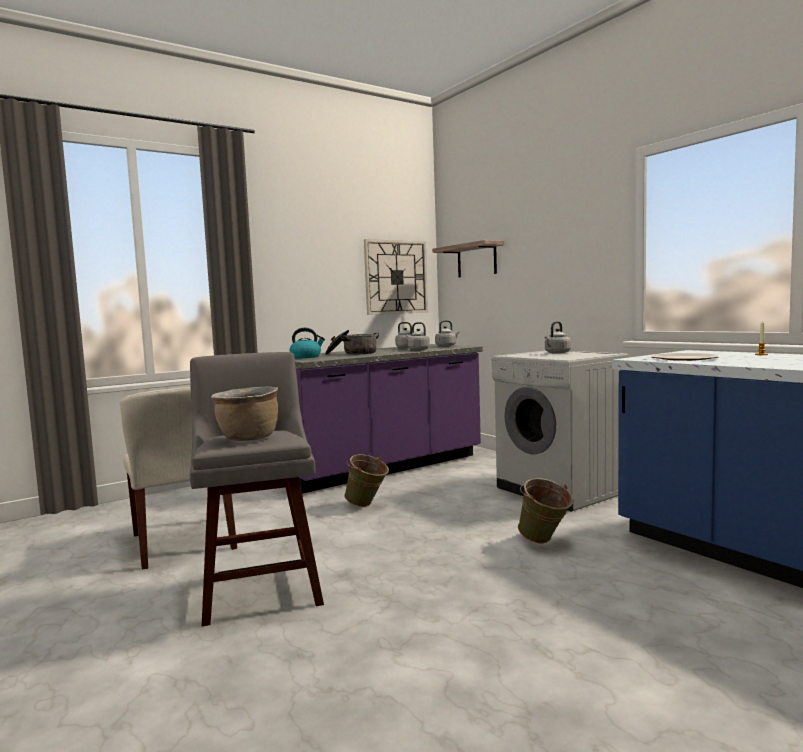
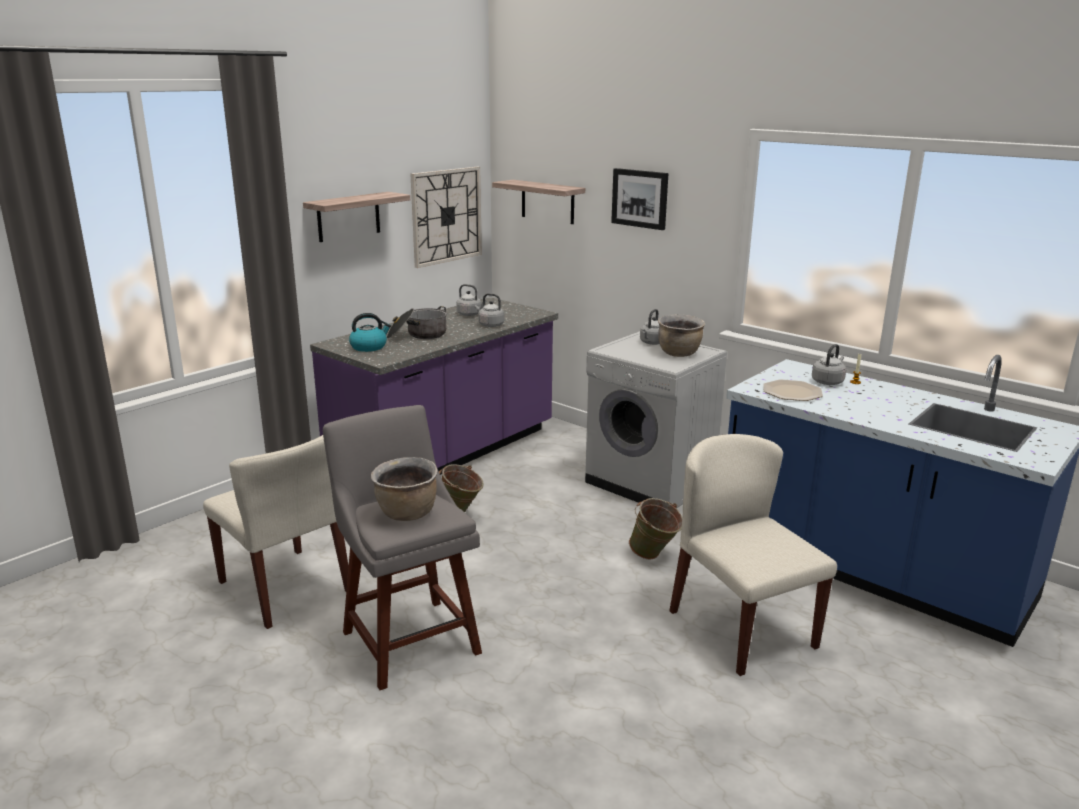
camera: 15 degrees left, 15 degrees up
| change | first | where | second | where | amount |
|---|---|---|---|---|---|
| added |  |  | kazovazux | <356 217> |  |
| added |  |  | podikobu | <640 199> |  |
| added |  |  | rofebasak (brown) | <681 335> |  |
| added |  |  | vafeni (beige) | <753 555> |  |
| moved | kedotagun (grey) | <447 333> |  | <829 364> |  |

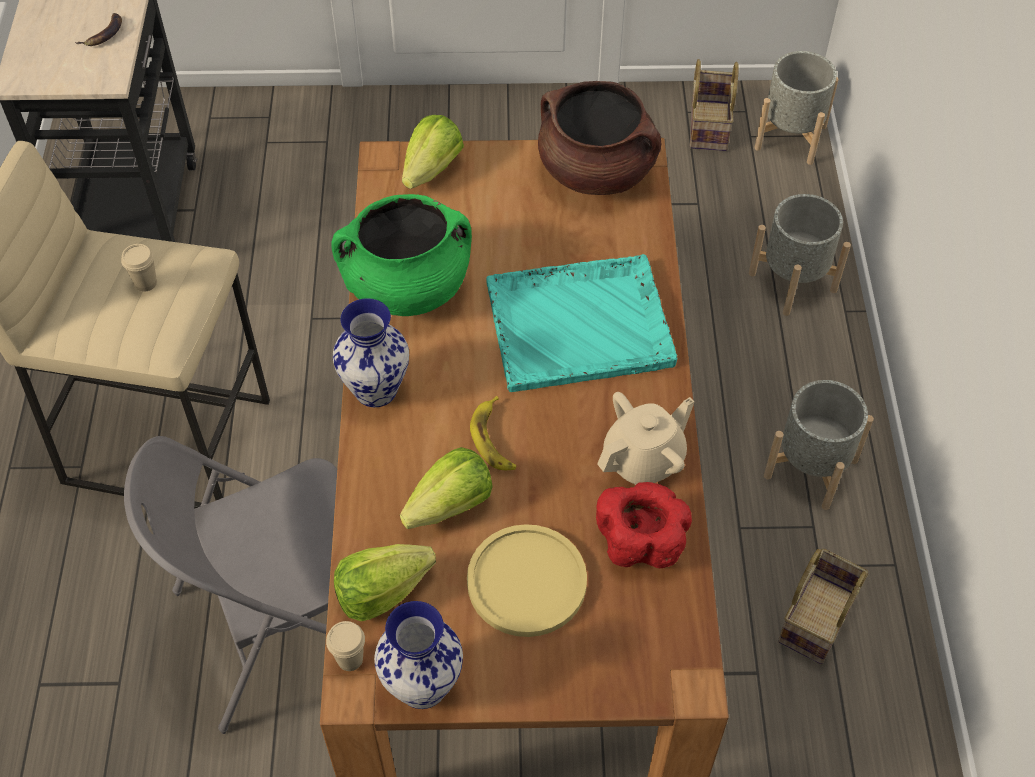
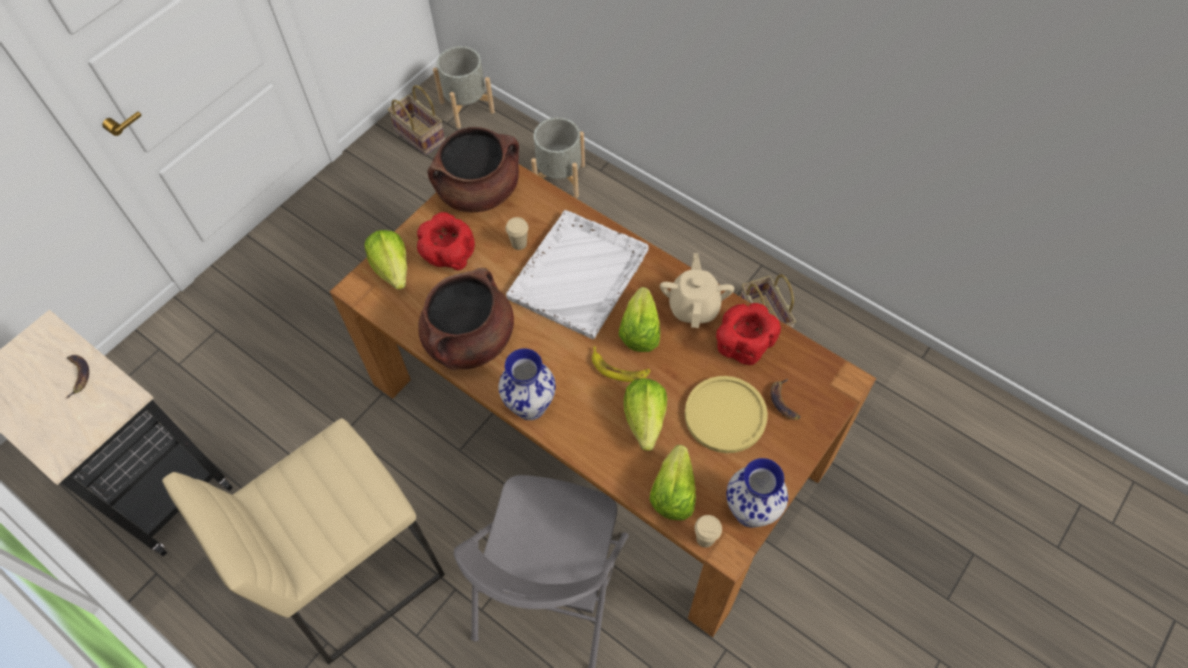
camera: 50 degrees left, 5 degrees up
| change | first | where | second | where | amount |
|---|---|---|---|---|---|
| removed | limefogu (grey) | <819 445> |  |  |  |
| added |  |  | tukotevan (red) | <446 241> |  |
| added |  |  | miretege | <639 319> |  |
| added |  |  | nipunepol | <785 399> |  |
| moved | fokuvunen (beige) | <139 267> |  | <517 233> |  |
| recoloured | rofebasak (green) | <401 255> | rofebasak (brown) | <466 319> |  |
| recoloured | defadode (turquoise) | <581 323> | defadode (white) | <577 274> |  |

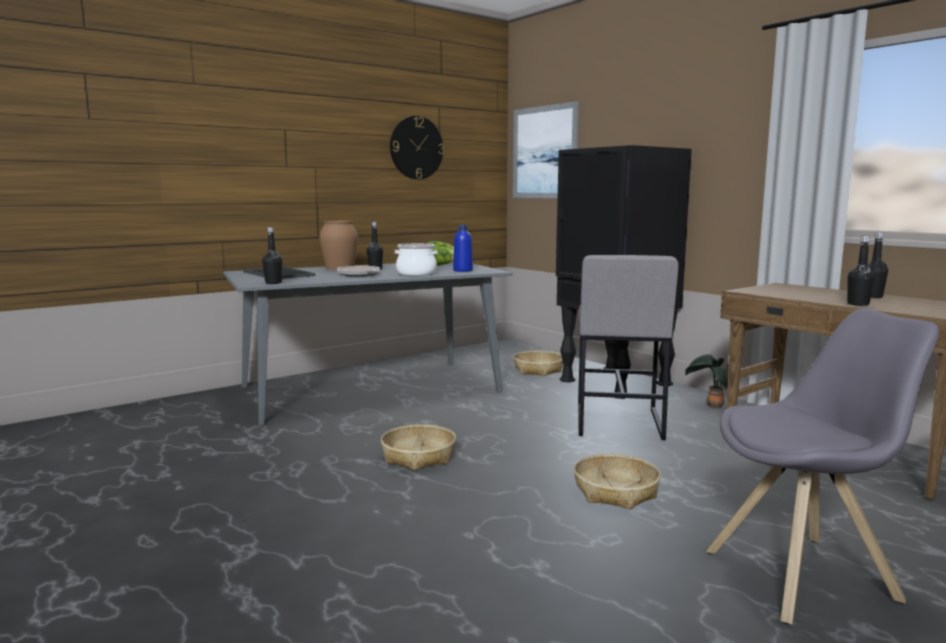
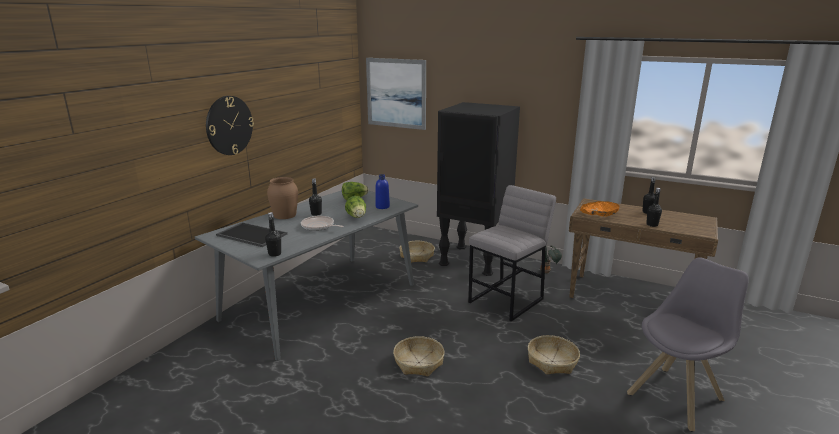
camera: 25 degrees left, 10 degrees up
| change | first | where | second | where | amount |
|---|---|---|---|---|---|
| added |  |  | tukotevan (orange) | <600 209> |  |
| moved | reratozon | <417 147> |  | <230 125> |  |
| replaced | rofebasak | <416 259> | miretege | <355 207> |  |
| turned | vafeni (grey) | <628 347> |  | <512 253> | 120 degrees counterclockwise |

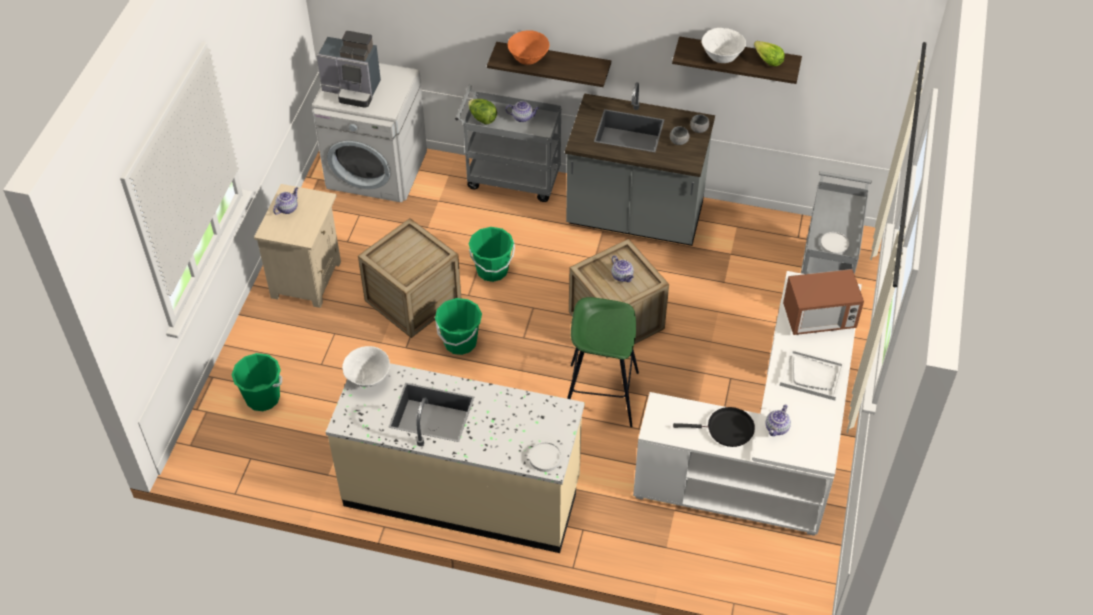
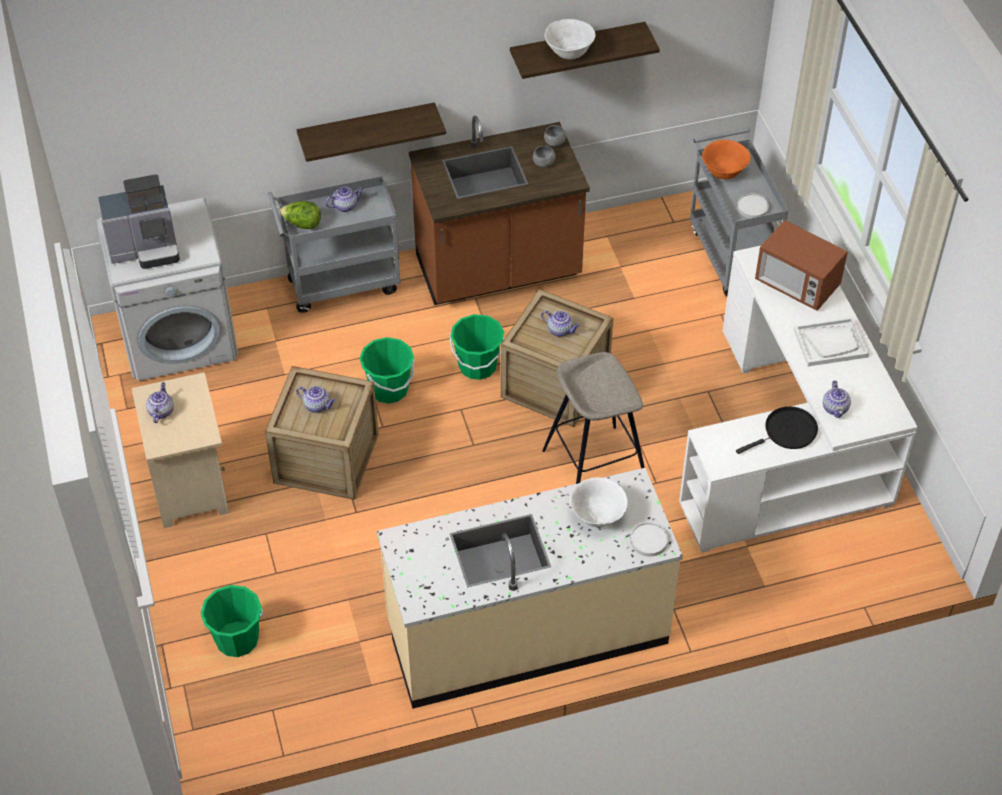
camera: 30 degrees left, 0 degrees up
| change | first | where | second | where | amount |
|---|---|---|---|---|---|
| removed | miretege | <769 54> |  |  |  |
| added |  |  | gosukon | <316 399> |  |
| moved | tukotevan (white) | <366 366> |  | <599 502> |  |
| moved | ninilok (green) | <458 326> |  | <477 347> |  |
| moved | tukotevan (orange) | <529 47> |  | <726 159> |  |
| recoloured | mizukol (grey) | <640 164> | mizukol (brown) | <499 210> |  |
| recoloured | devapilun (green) | <603 362> | devapilun (grey) | <593 418> |  |
| turned | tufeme | <823 302> |  | <801 265> | 75 degrees clockwise |

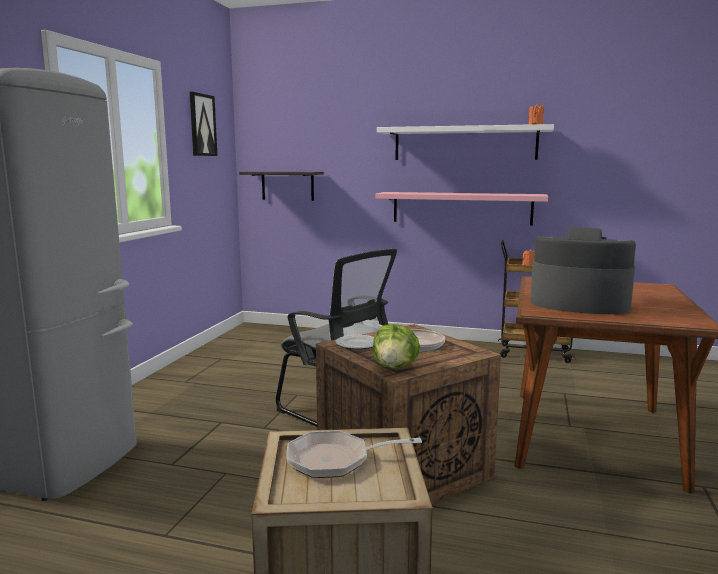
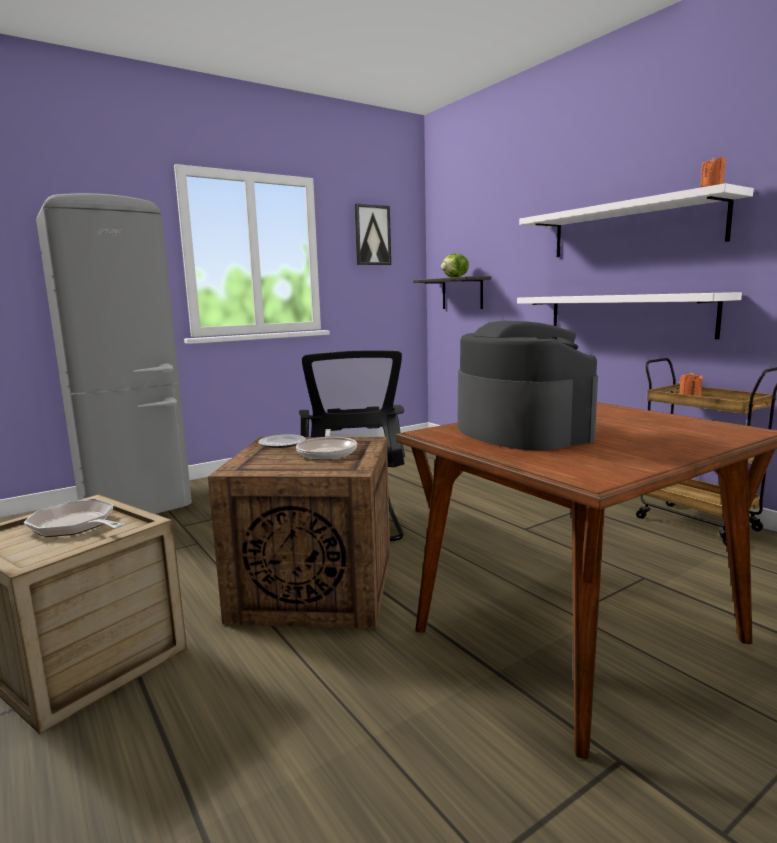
camera: 40 degrees right, 0 degrees up
| change | first | where | second | where | amount |
|---|---|---|---|---|---|
| moved | miretege | <396 346> |  | <455 265> |  |
| recoloured | kazovazux (pink) | <462 209> | kazovazux (white) | <629 315> |  |

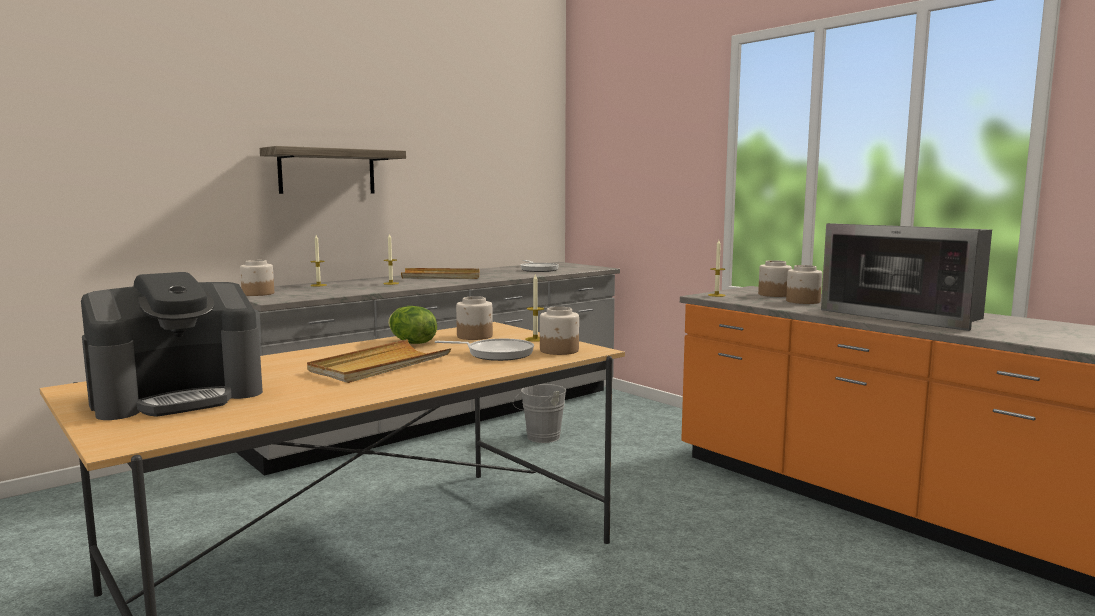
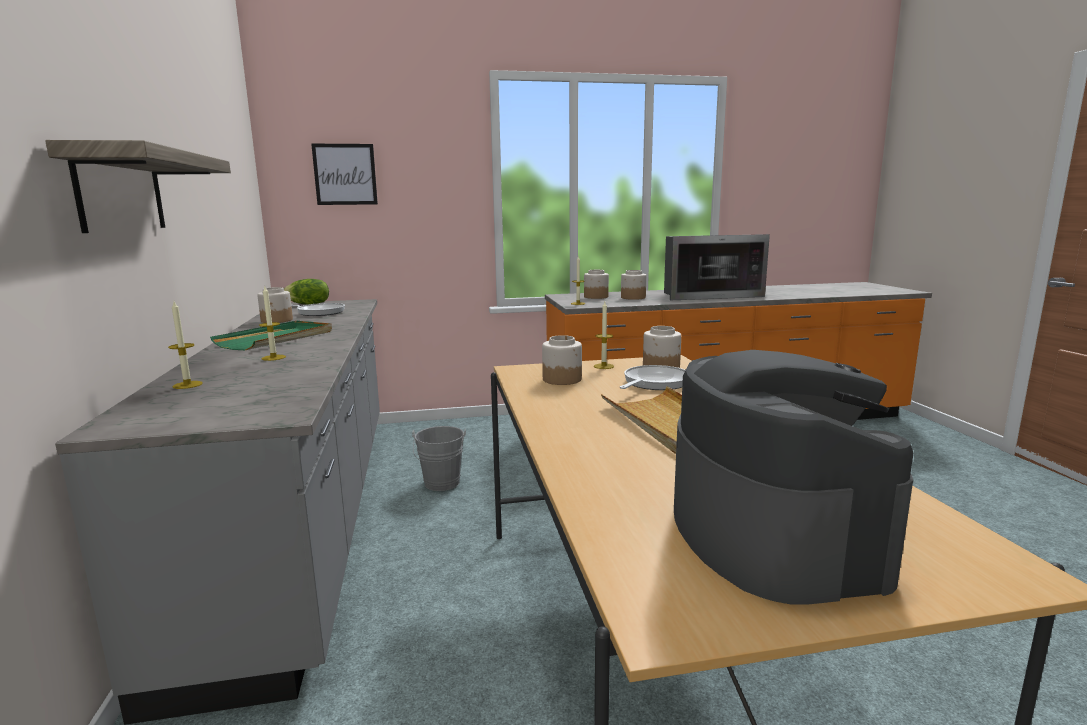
camera: 60 degrees left, 5 degrees up
| change | first | where | second | where | amount |
|---|---|---|---|---|---|
| added |  |  | podikobu | <344 174> |  |
| moved | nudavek | <257 278> |  | <275 305> |  |
| moved | miretege | <412 325> |  | <306 291> |  |
| recoloured | defadode (beige) | <440 273> | defadode (green) | <271 335> |  |

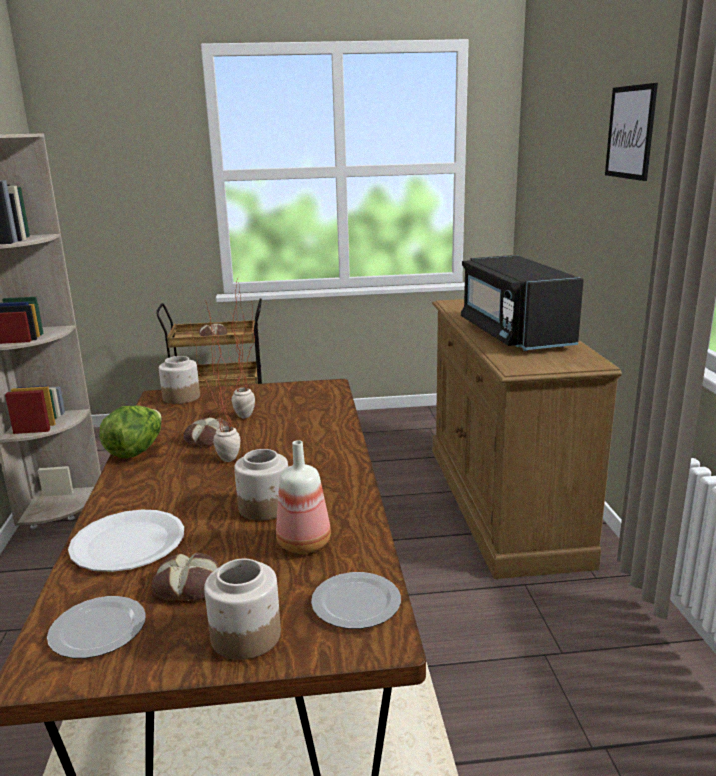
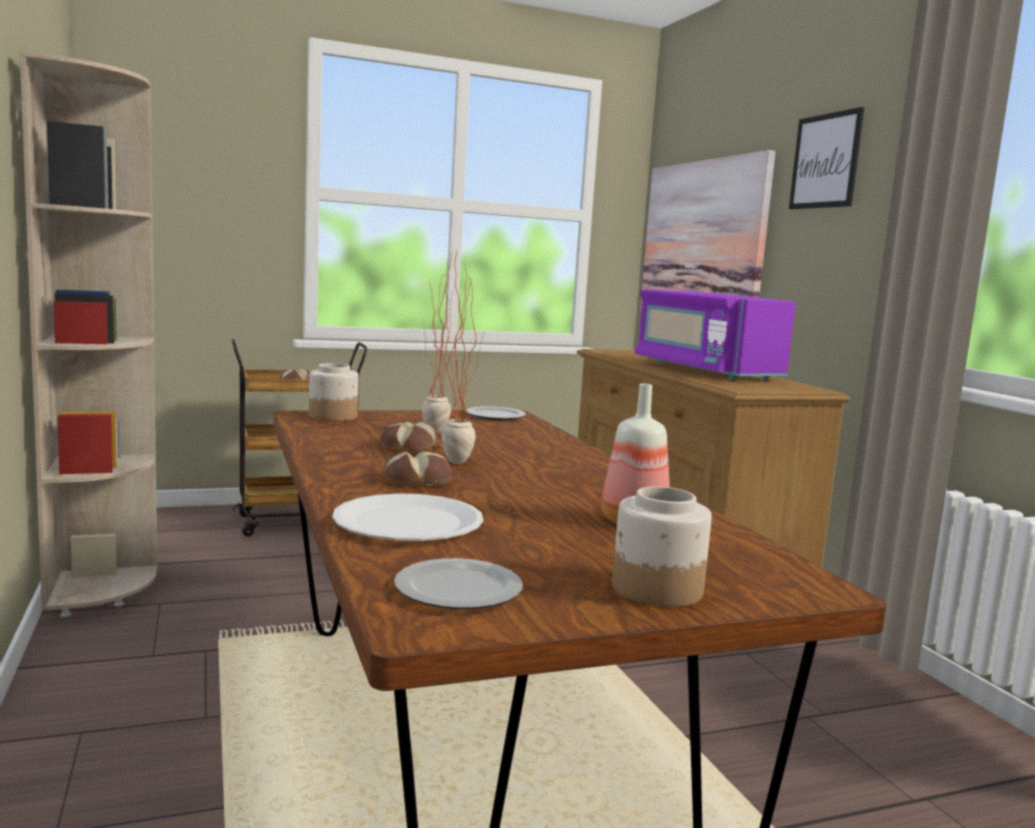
camera: 15 degrees left, 10 degrees down
| change | first | where | second | where | amount |
|---|---|---|---|---|---|
| removed | miretege | <130 431> |  |  |  |
| removed | nudavek | <261 485> |  |  |  |
| added |  |  | podikobu | <707 231> |  |
| moved | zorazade | <185 577> |  | <418 468> |  |
| moved | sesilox | <356 600> |  | <496 413> |  |
| recoloured | tufeme (black) | <522 303> | tufeme (purple) | <715 335> |  |

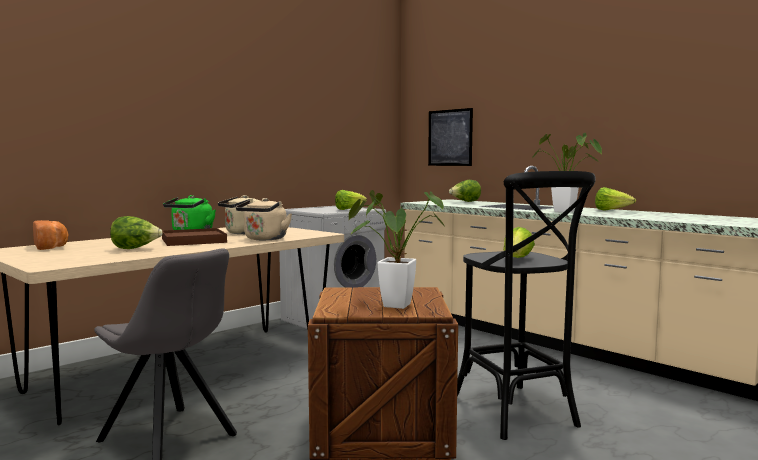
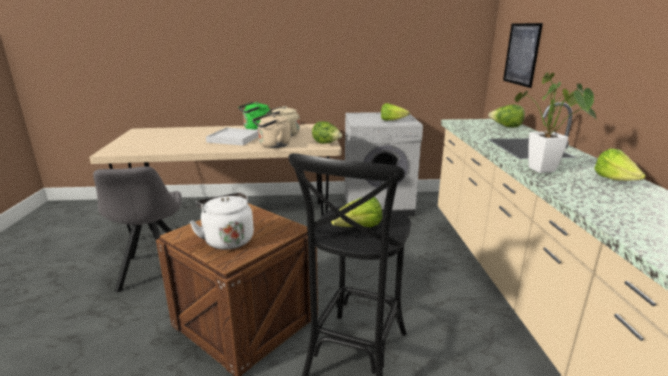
camera: 40 degrees right, 15 degrees up
| change | first | where | second | where | amount |
|---|---|---|---|---|---|
| removed | zorazade | <51 235> |  |  |  |
| moved | miretege | <136 232> |  | <327 132> |  |
| replaced | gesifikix | <397 249> | kedotagun (white) | <221 221> |  |
| recoloured | defadode (brown) | <194 237> | defadode (white) | <232 136> |  |

